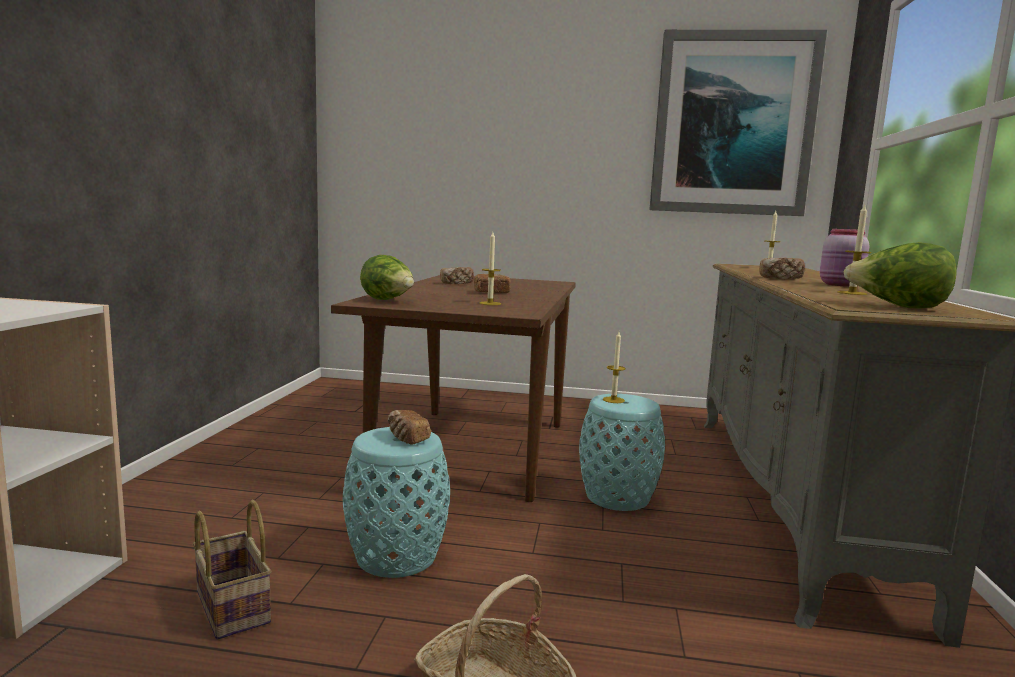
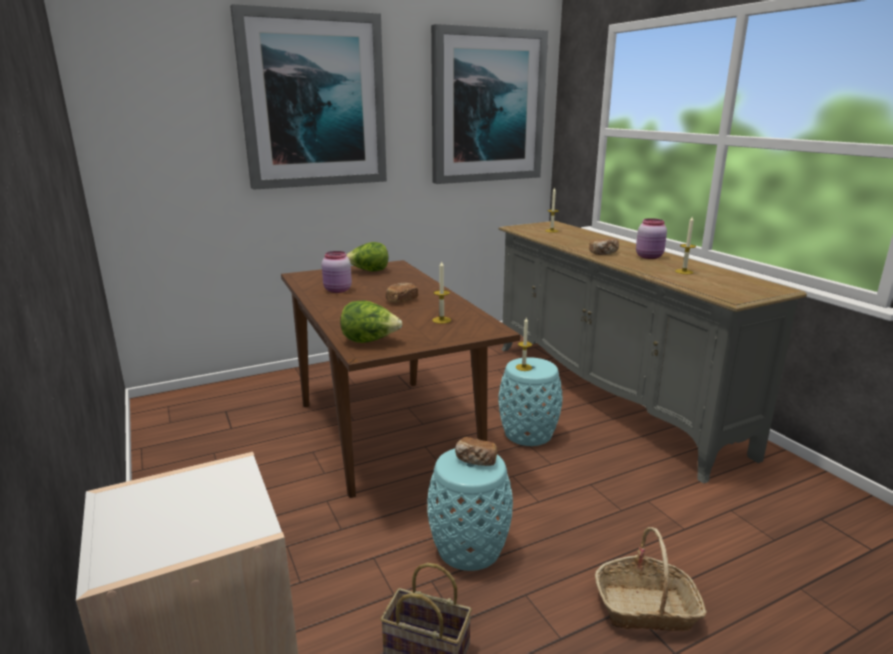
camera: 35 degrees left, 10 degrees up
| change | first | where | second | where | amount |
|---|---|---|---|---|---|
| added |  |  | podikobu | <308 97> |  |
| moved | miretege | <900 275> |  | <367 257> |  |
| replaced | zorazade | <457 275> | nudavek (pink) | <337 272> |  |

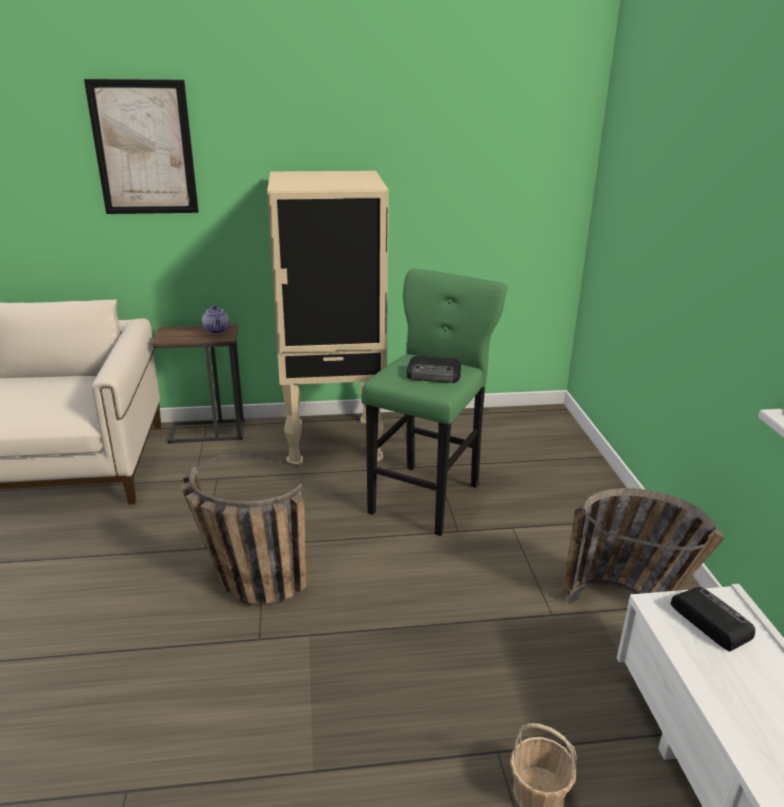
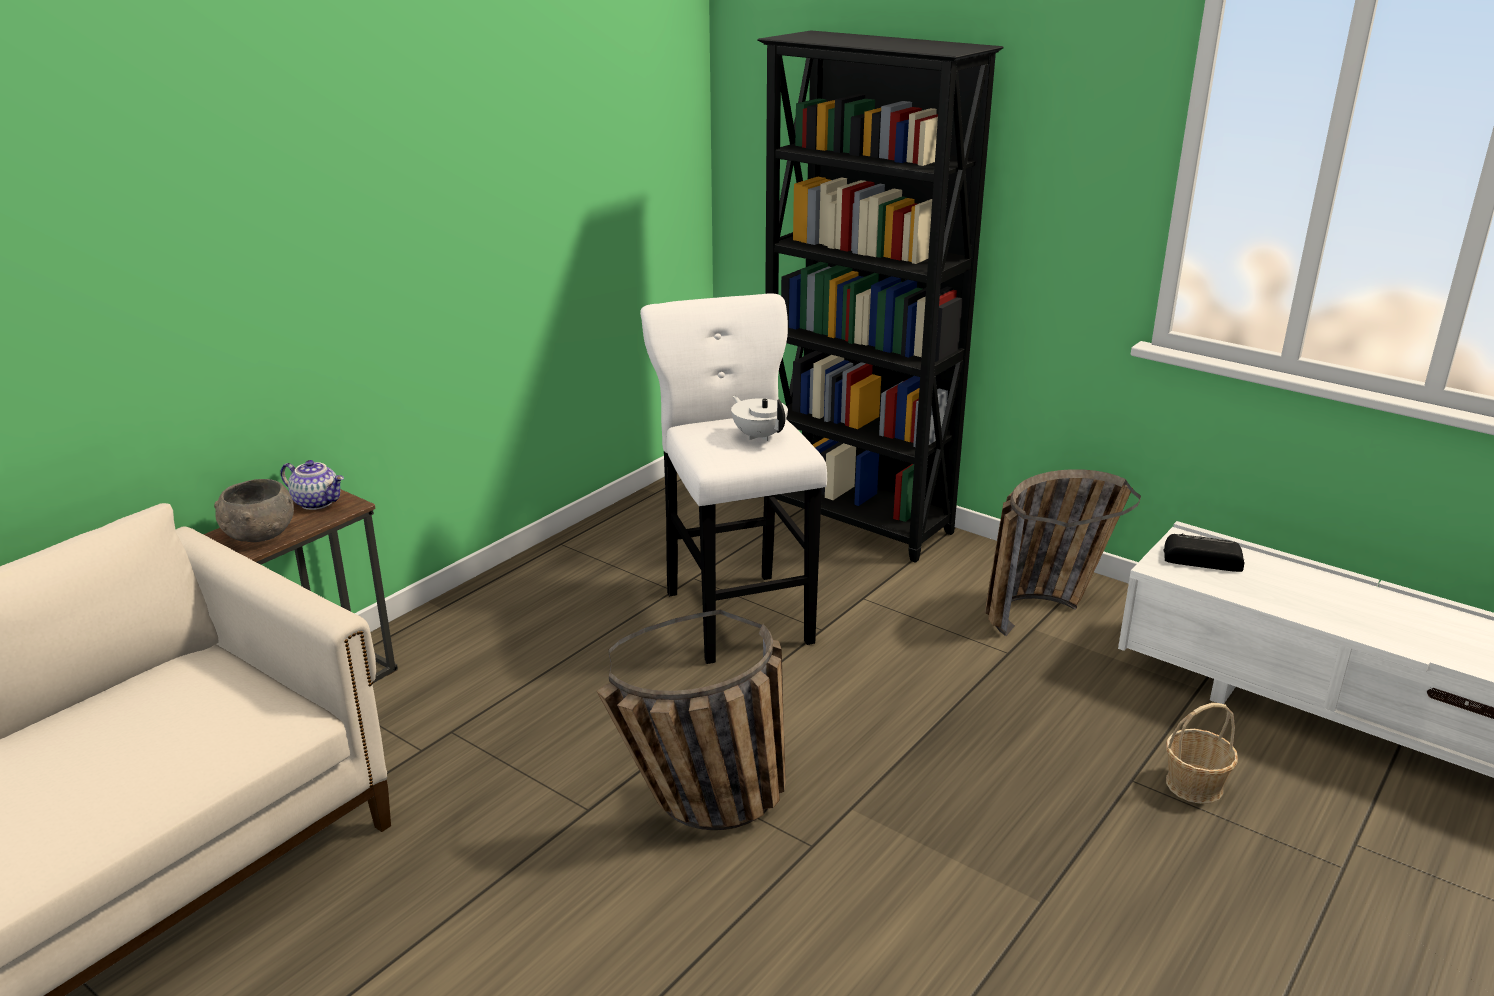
camera: 45 degrees left, 0 degrees up
| change | first | where | second | where | amount |
|---|---|---|---|---|---|
| removed | podikobu | <141 146> |  |  |  |
| removed | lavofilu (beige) | <328 318> |  |  |  |
| added |  |  | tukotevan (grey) | <254 510> |  |
| added |  |  | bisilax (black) | <880 297> |  |
| replaced | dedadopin | <434 369> | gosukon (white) | <759 418> |  |
| recoloured | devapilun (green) | <434 402> | devapilun (white) | <733 478> |  |

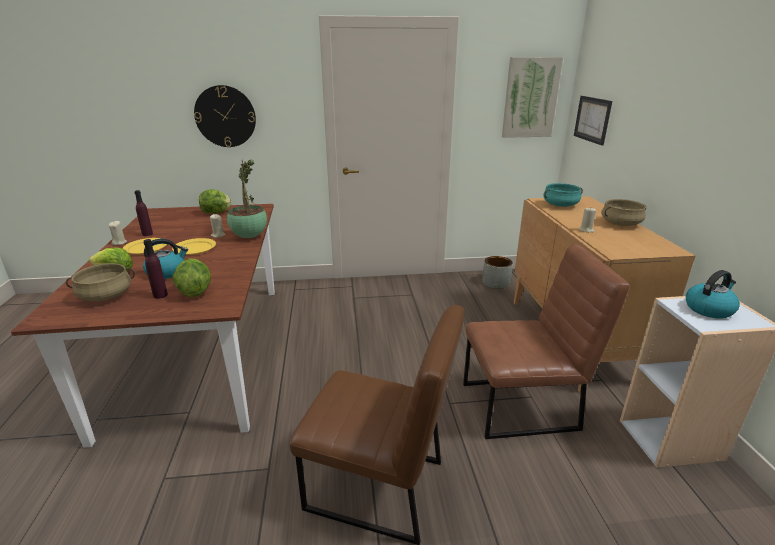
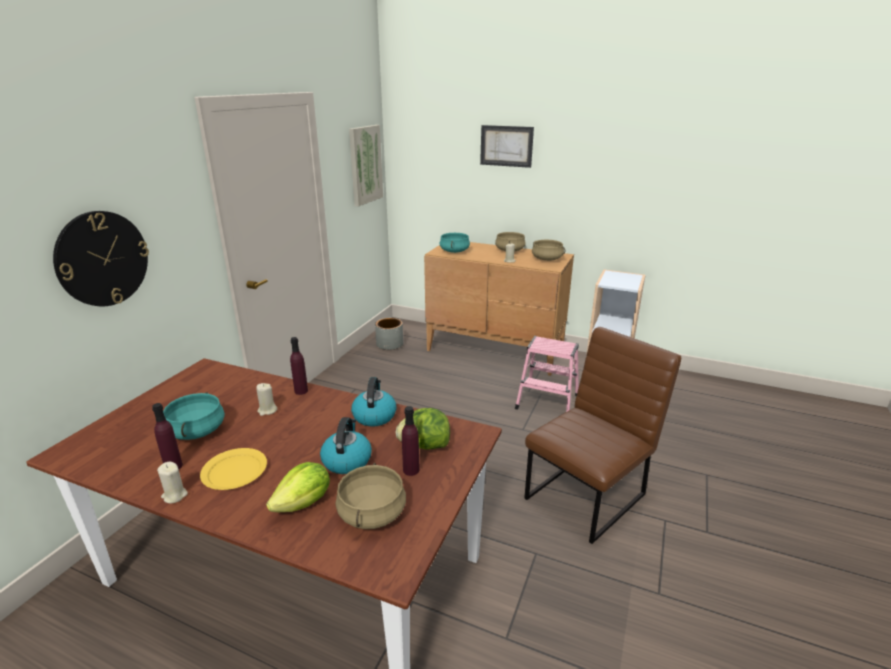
camera: 60 degrees left, 0 degrees up
| change | first | where | second | where | amount |
|---|---|---|---|---|---|
| removed | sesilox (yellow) | <194 246> |  |  |  |
| removed | miretege | <215 201> |  |  |  |
| added |  |  | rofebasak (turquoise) | <194 416> |  |
| added |  |  | rofebasak (beige) | <548 250> |  |
| moved | podikobu | <593 121> |  | <507 146> |  |
| moved | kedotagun | <713 294> |  | <373 402> |  |
| replaced | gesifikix | <247 199> | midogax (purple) | <299 366> |  |
| replaced | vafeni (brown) | <546 341> | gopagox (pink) | <547 374> |  |

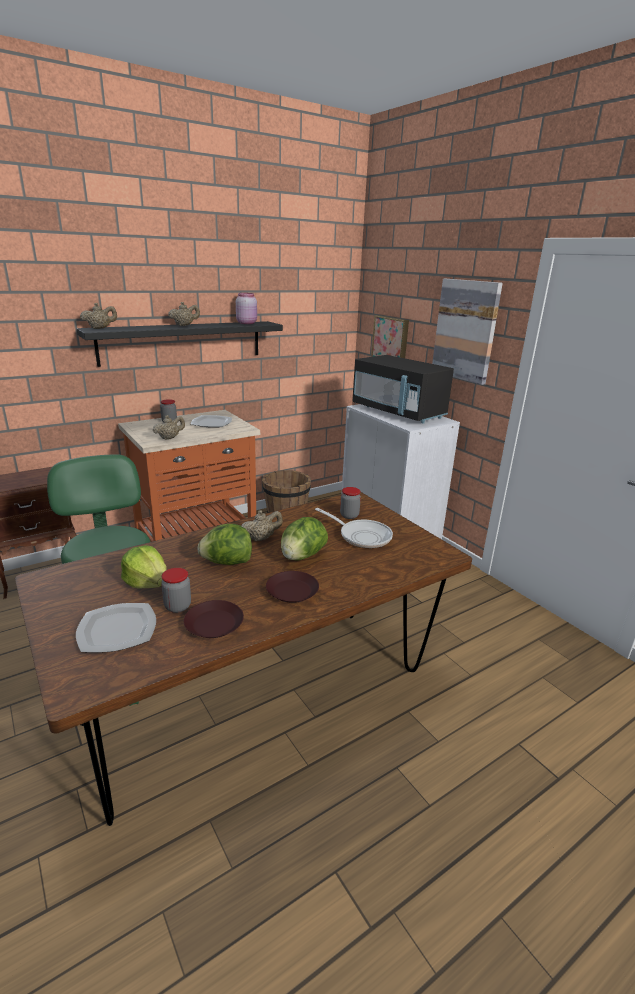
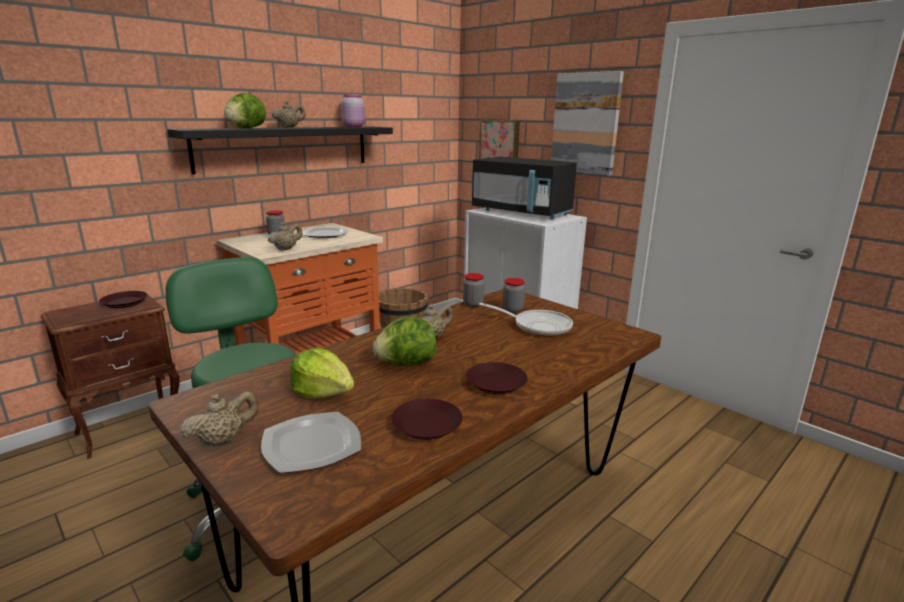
camera: 10 degrees left, 5 degrees down
| change | first | where | second | where | amount |
|---|---|---|---|---|---|
| added |  |  | sesilox (brown) | <123 299> |  |
| moved | gosukon (beige) | <98 316> |  | <219 419> |  |
| moved | nudavek | <176 590> |  | <473 290> |  |
| moved | miretege | <304 538> |  | <245 111> |  |

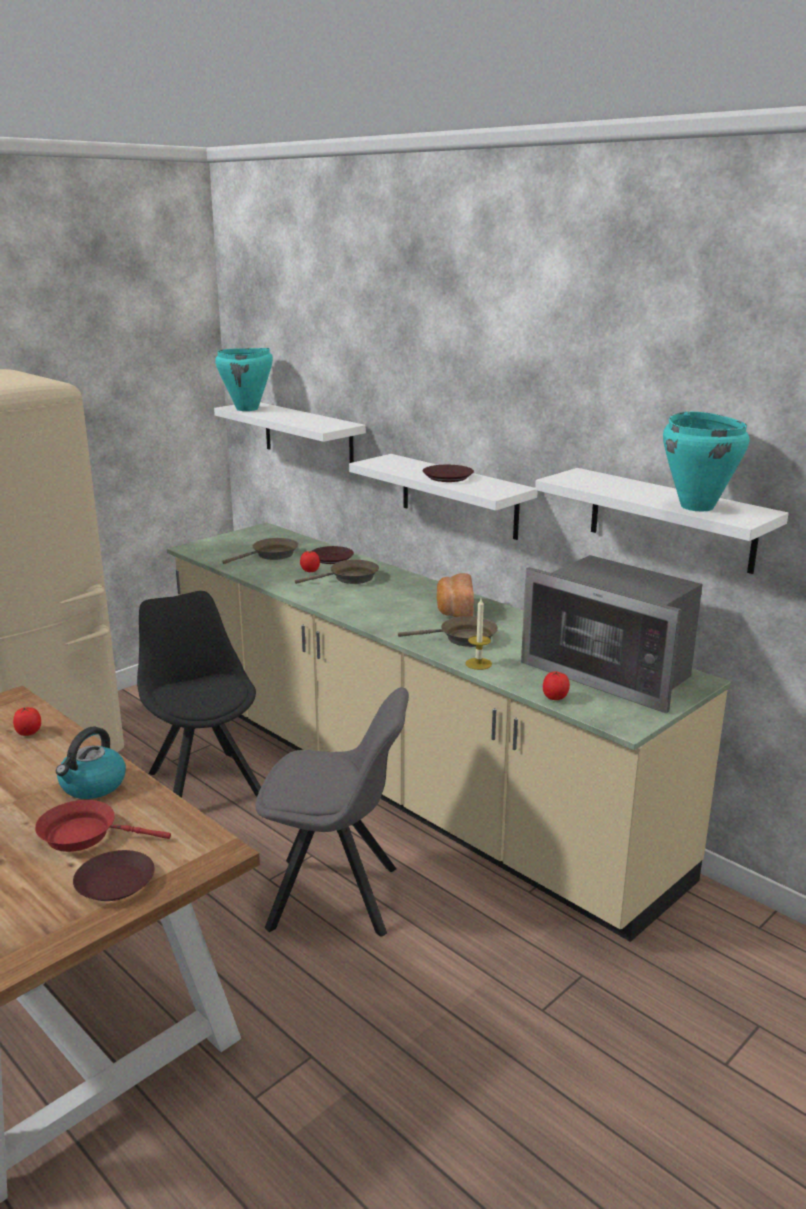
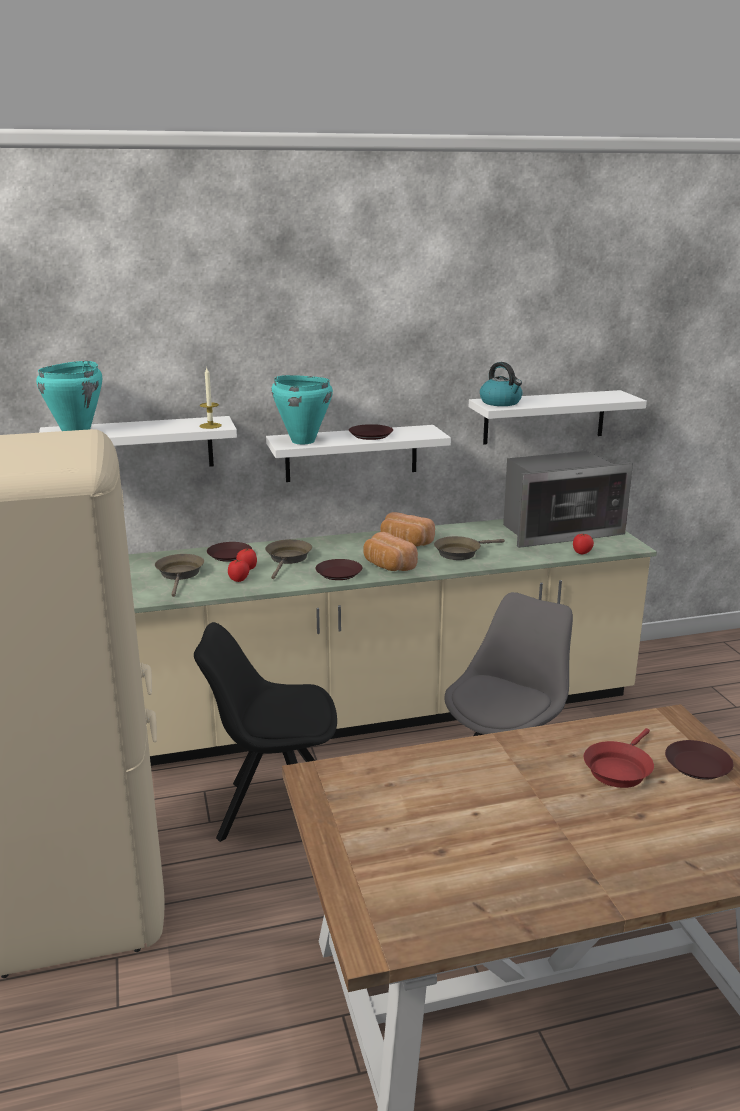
camera: 60 degrees left, 0 degrees up
| change | first | where | second | where | amount |
|---|---|---|---|---|---|
| added |  |  | sesilox (brown) | <339 569> |  |
| added |  |  | zorazade | <390 551> |  |
| moved | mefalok | <27 721> |  | <239 571> |  |
| moved | kedotagun | <91 763> |  | <501 384> |  |
| moved | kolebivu | <478 634> |  | <211 398> |  |
| moved | rofebasak (turquoise) | <706 462> |  | <302 409> |  |
| turned | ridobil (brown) | <448 631> |  | <469 548> | 150 degrees counterclockwise |

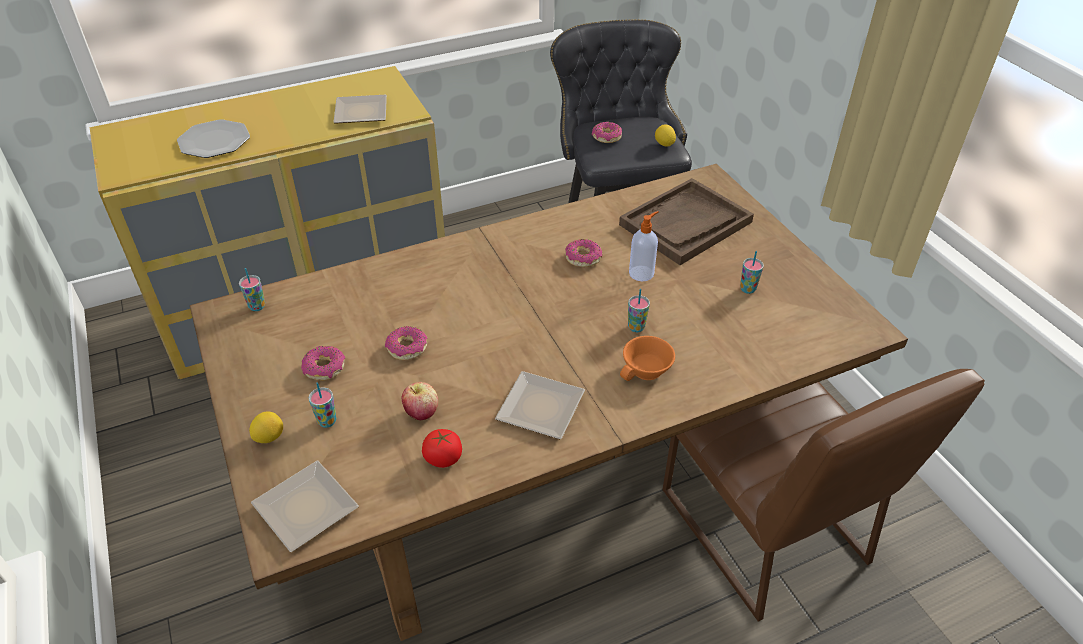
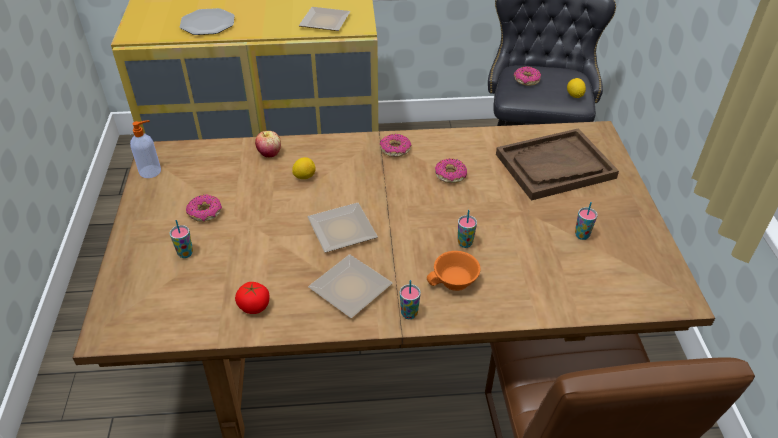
camera: 20 degrees right, 0 degrees up
| change | first | where | second | where | amount |
|---|---|---|---|---|---|
| moved | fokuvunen | <252 289> |  | <410 299> |  |
| moved | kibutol | <266 427> |  | <304 168> |  |
| moved | sesilox | <305 506> |  | <342 228> |  |
| moved | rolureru | <406 343> |  | <396 145> |  |
| moved | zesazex | <420 401> |  | <268 144> |  |
| moved | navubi | <644 246> |  | <145 149> |  |

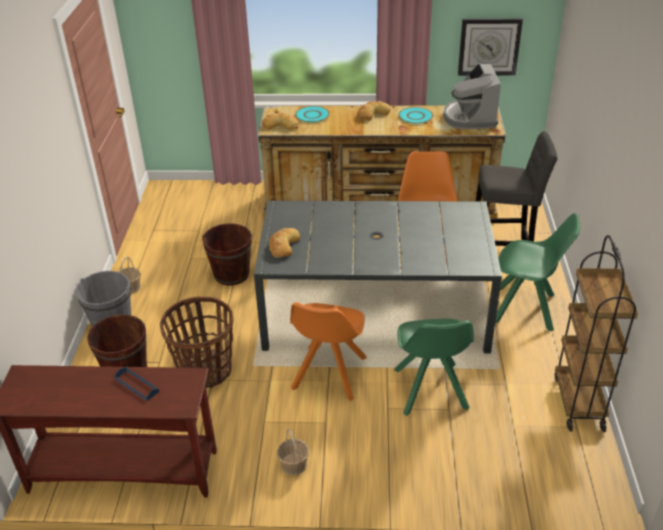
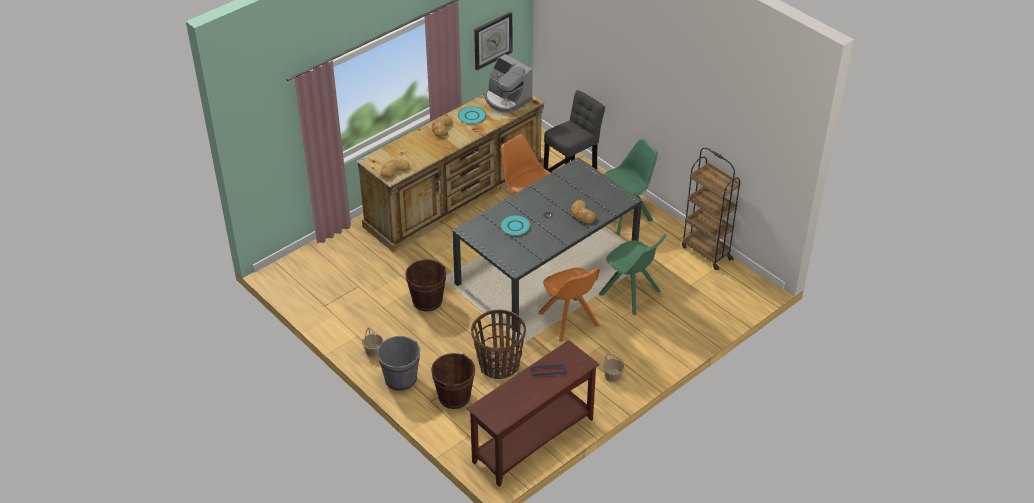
camera: 45 degrees left, 5 degrees up
| change | first | where | second | where | amount |
|---|---|---|---|---|---|
| moved | zorazade | <284 243> |  | <583 211> |  |
| moved | sesilox (turquoise) | <312 114> |  | <515 225> |  |

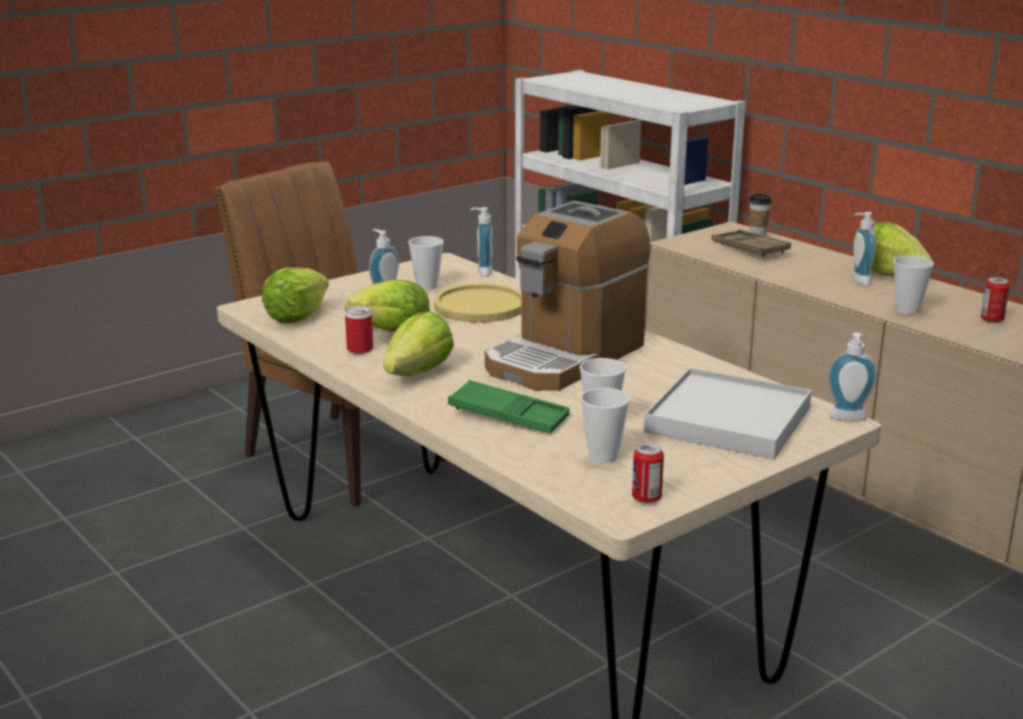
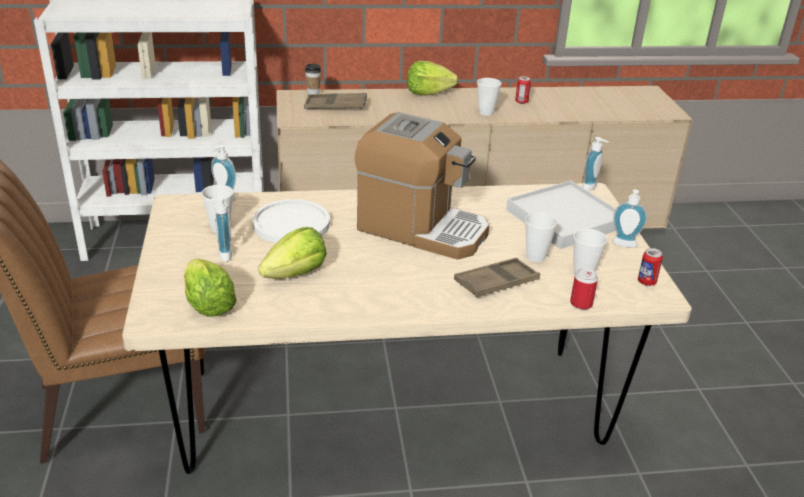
camera: 60 degrees left, 10 degrees up
| change | first | where | second | where | amount |
|---|---|---|---|---|---|
| removed | miretege | <418 343> |  |  |  |
| moved | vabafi | <359 330> |  | <584 289> |  |
| moved | navubi | <863 249> |  | <629 218> |  |
| recoloured | sesilox (yellow) | <478 303> | sesilox (white) | <291 221> |  |
| recoloured | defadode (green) | <509 407> | defadode (brown) | <497 277> |  |
| turned | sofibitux | <568 296> |  | <422 186> | 45 degrees counterclockwise |

